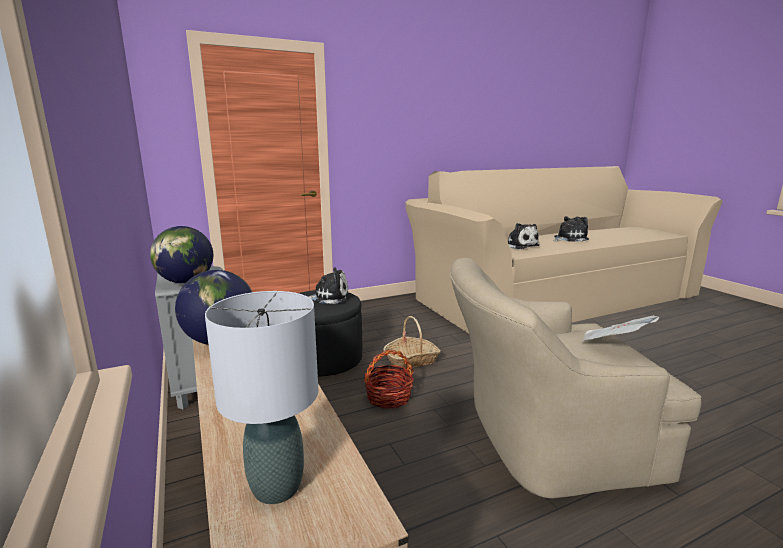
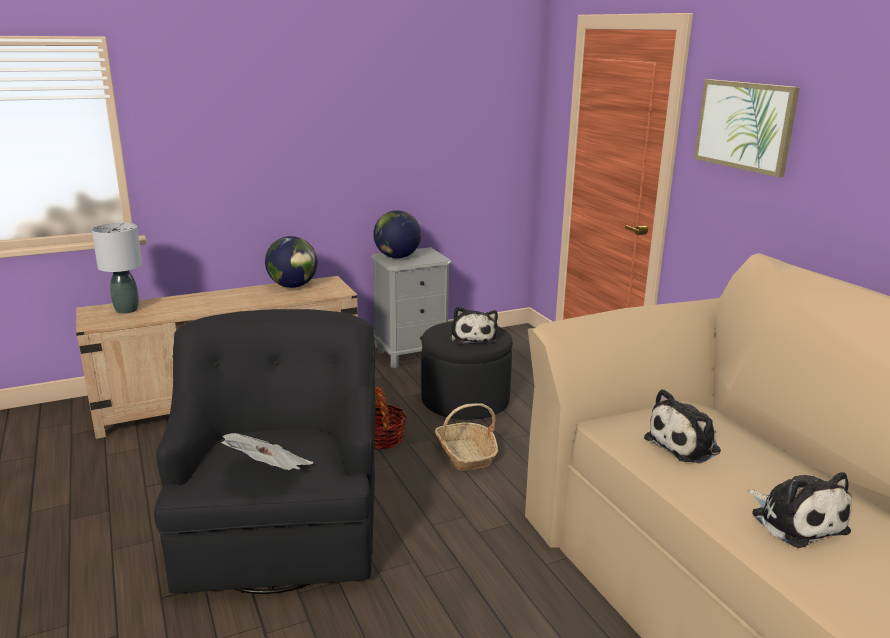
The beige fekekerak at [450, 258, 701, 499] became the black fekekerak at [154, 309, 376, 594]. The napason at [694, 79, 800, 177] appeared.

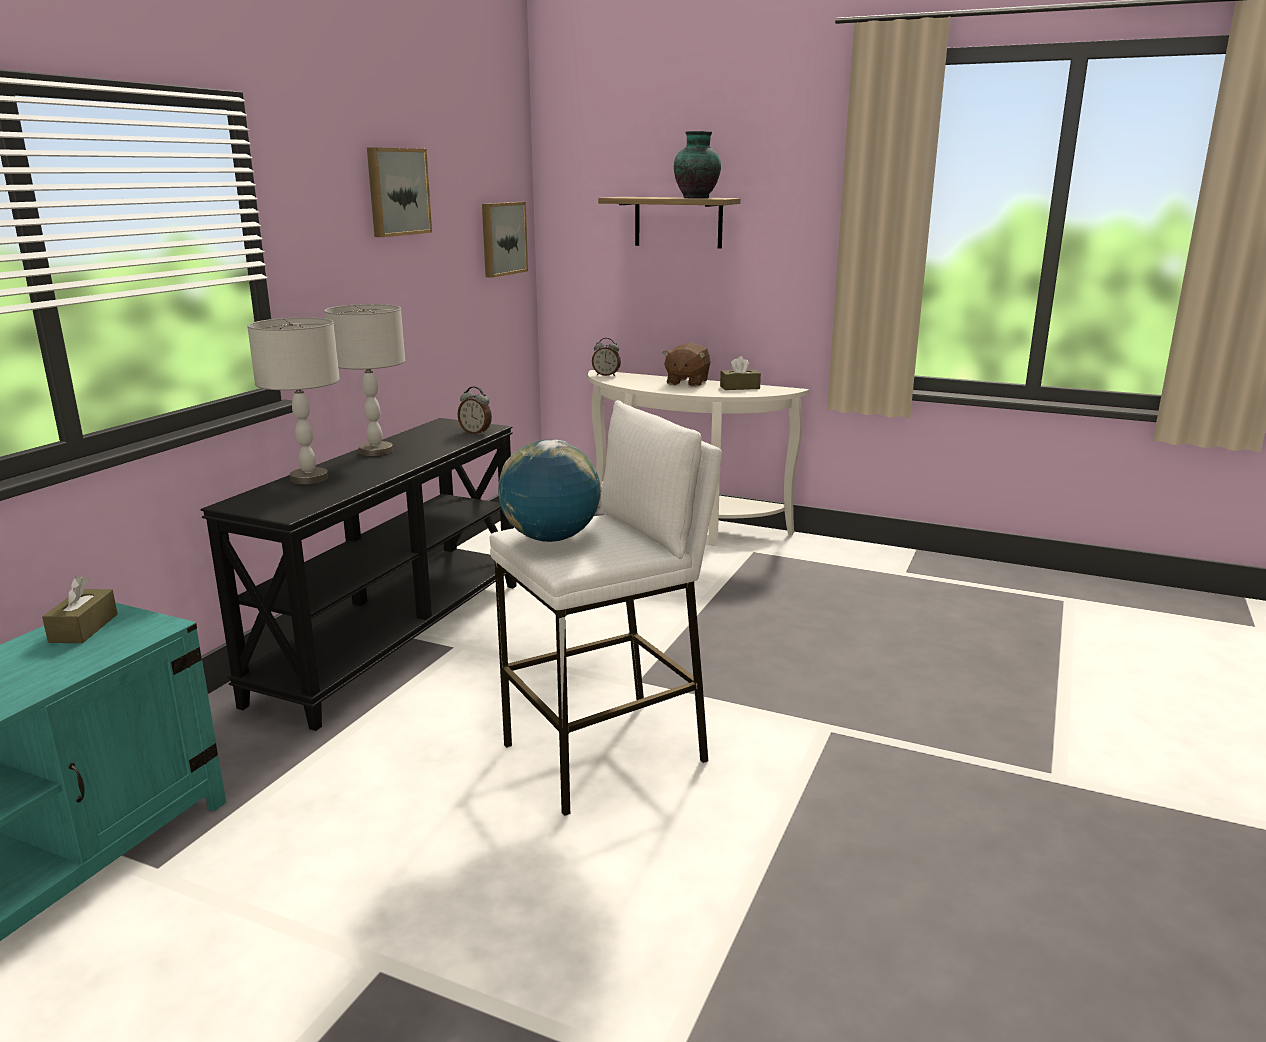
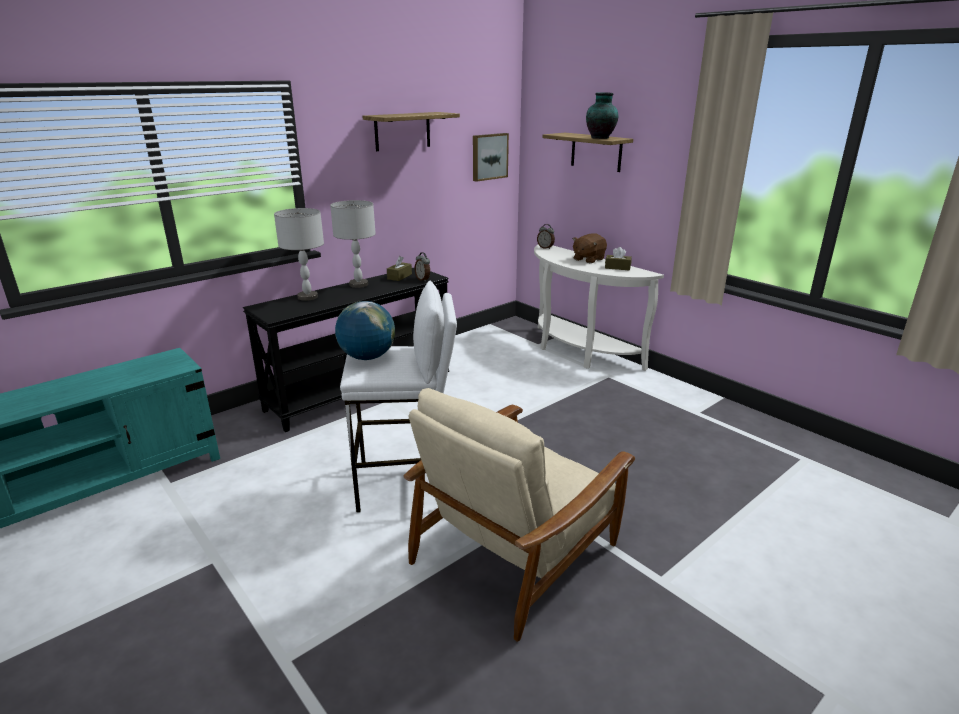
The napason at [367, 147, 432, 237] was replaced by the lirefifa at [363, 112, 460, 151]. The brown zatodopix moved from [42, 576, 118, 643] to [387, 256, 412, 281]. The beige fekekerak at [404, 388, 635, 642] appeared.

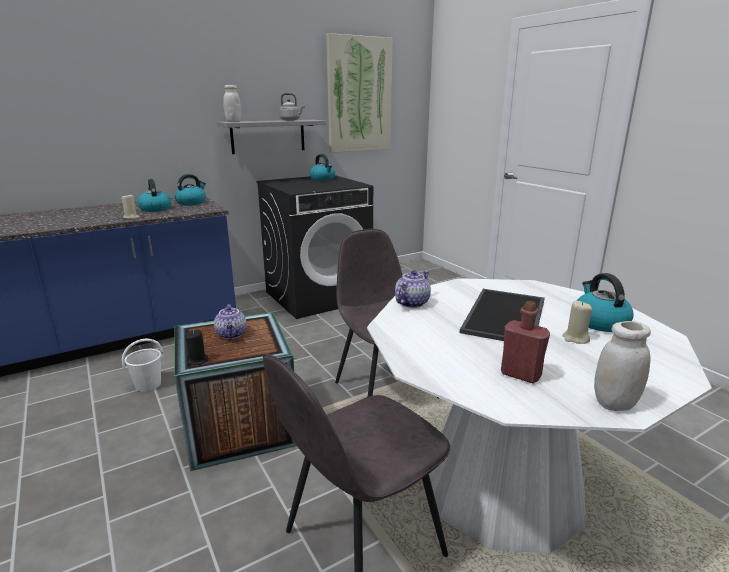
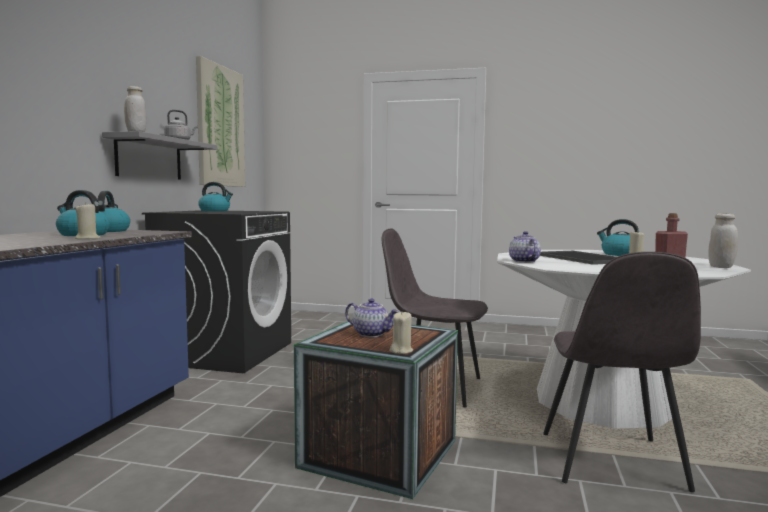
The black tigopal at [185, 330, 209, 365] became the beige tigopal at [389, 312, 413, 354]. The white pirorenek at [122, 339, 164, 392] disappeared.

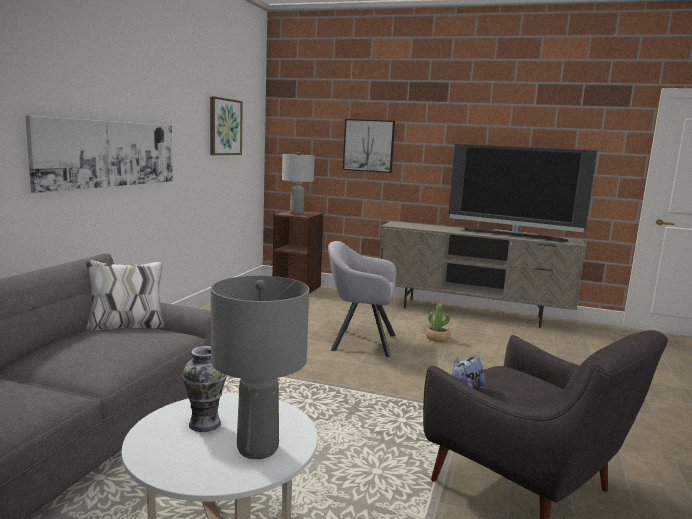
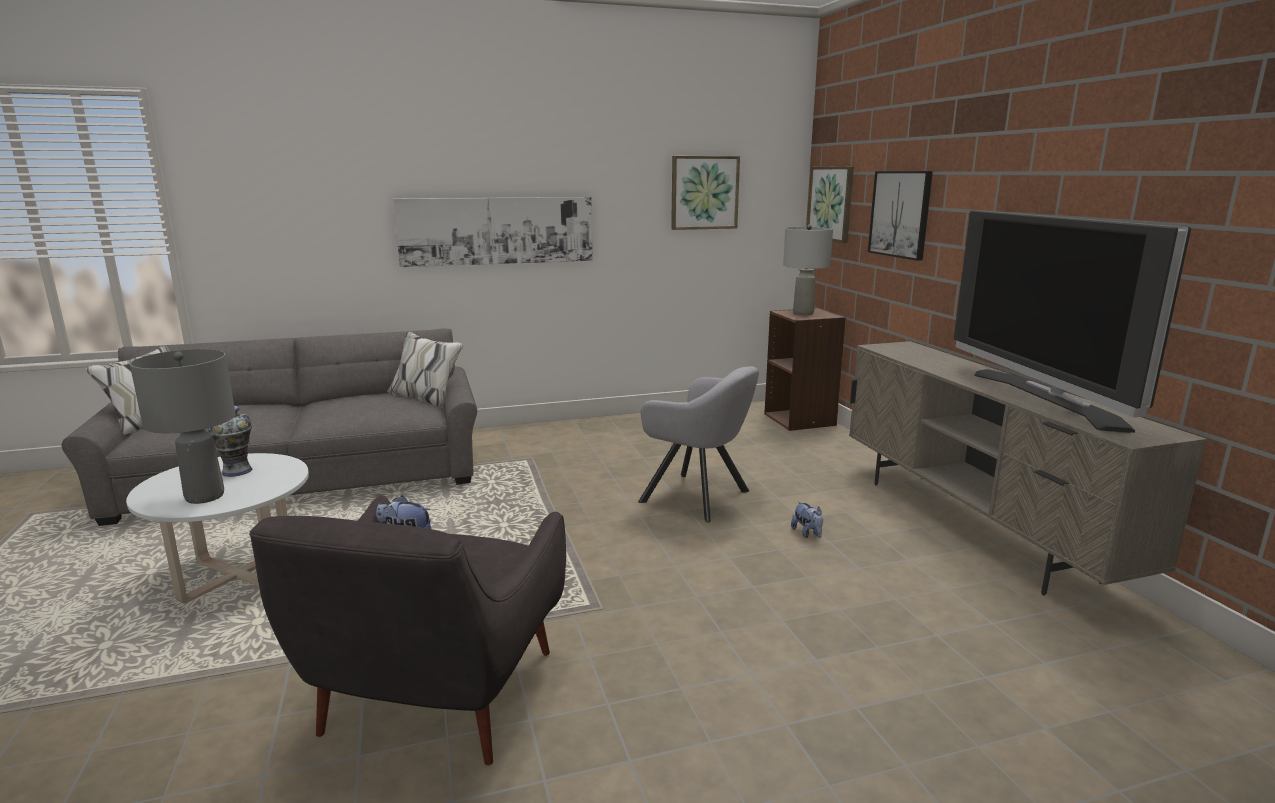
The grey fekekerak at [328, 241, 396, 357] turned 150 degrees clockwise. The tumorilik at [426, 303, 450, 342] was replaced by the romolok at [791, 502, 823, 538]. The napason at [807, 166, 854, 243] appeared.

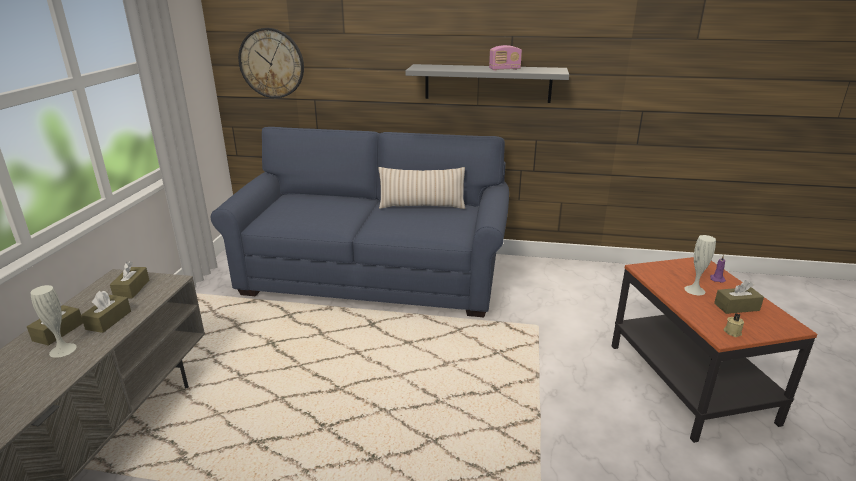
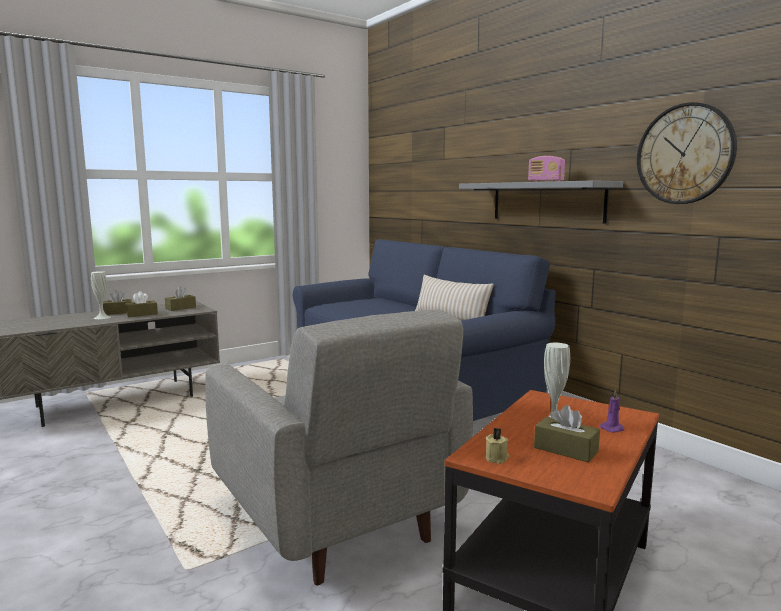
The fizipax moved from [238, 28, 304, 98] to [637, 102, 737, 204]. The grey fekekerak at [205, 309, 473, 585] appeared.

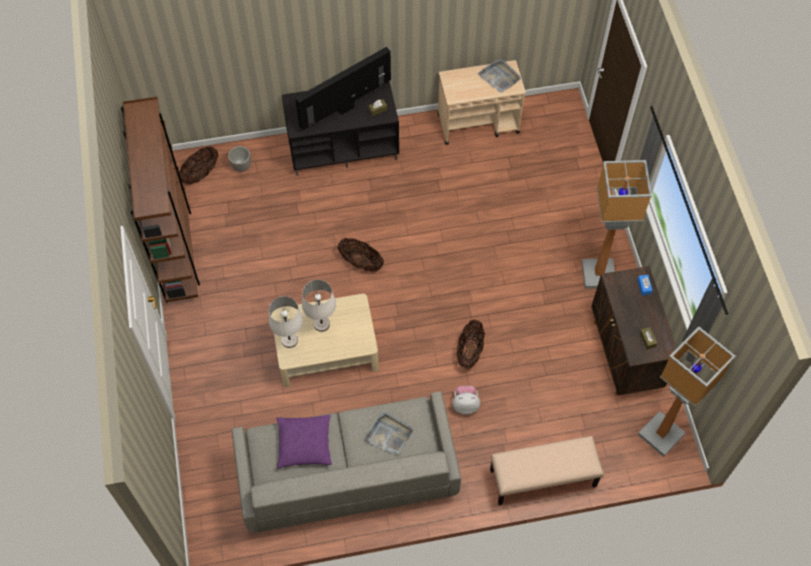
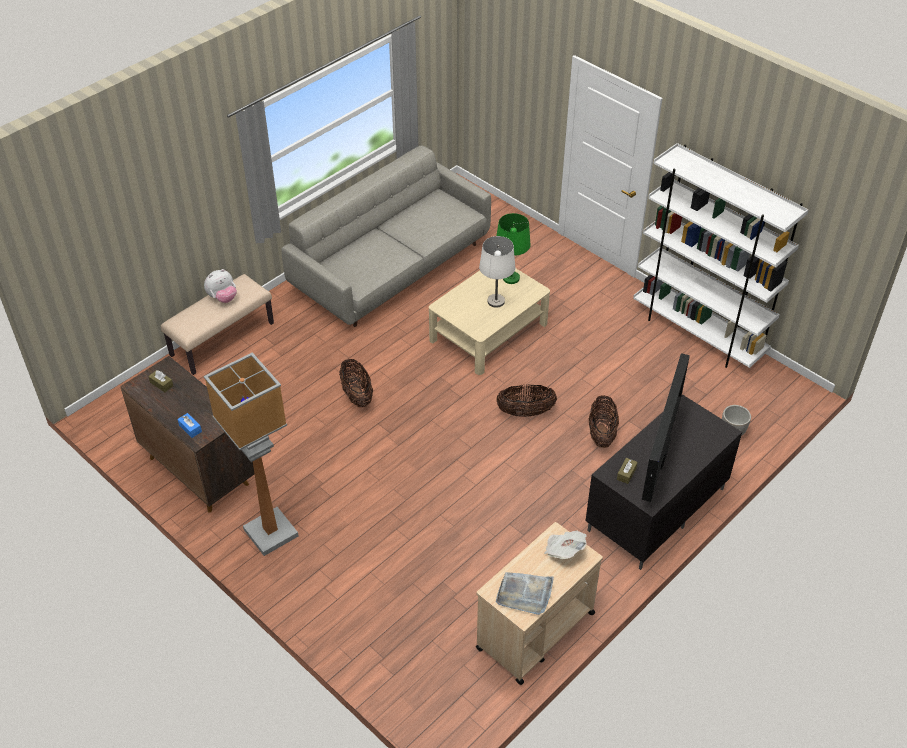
The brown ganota at [121, 96, 200, 303] became the white ganota at [633, 143, 809, 368]. The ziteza moved from [179, 146, 218, 185] to [589, 395, 619, 448]. The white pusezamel at [269, 296, 303, 348] became the green pusezamel at [496, 213, 531, 284]. The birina at [638, 327, 736, 457] disappeared. The romolok moved from [452, 386, 480, 415] to [204, 269, 237, 303]. The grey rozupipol at [364, 413, 413, 455] disappeared. The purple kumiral at [276, 415, 332, 469] disappeared. The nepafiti at [544, 530, 587, 559] appeared.

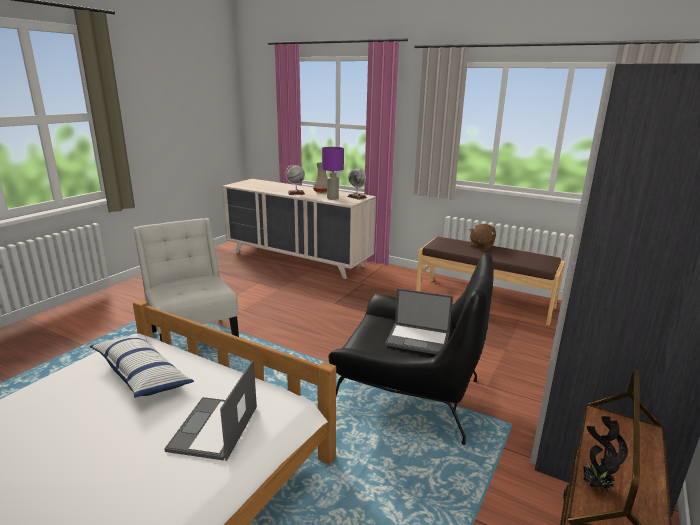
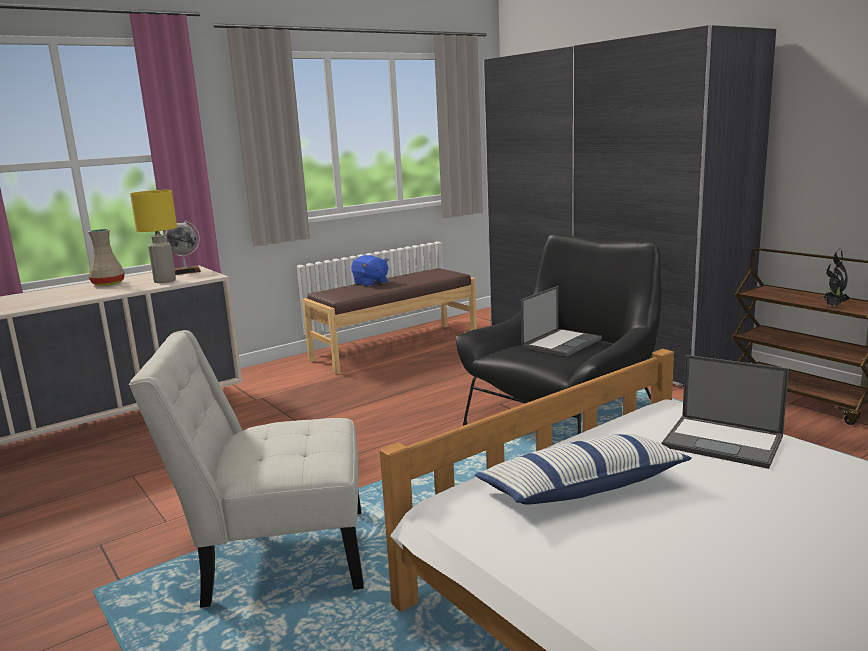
The purple pusezamel at [322, 147, 344, 200] became the yellow pusezamel at [130, 190, 177, 283]. The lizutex at [286, 165, 305, 195] disappeared. The brown romolok at [470, 224, 496, 250] became the blue romolok at [351, 255, 389, 287].

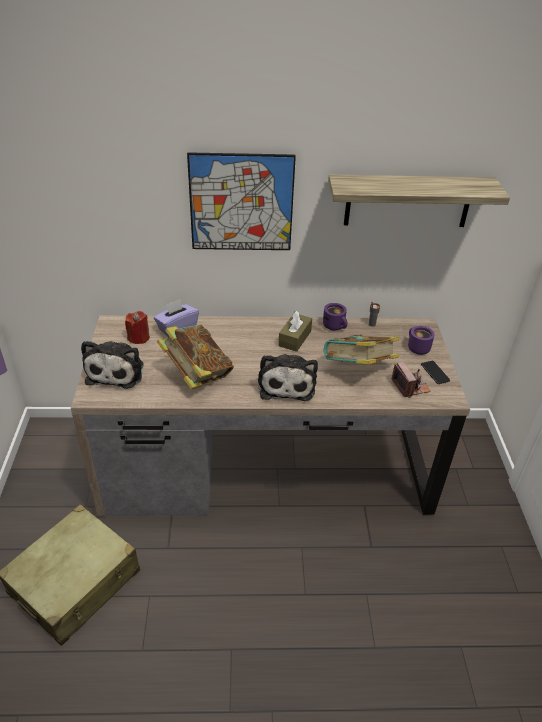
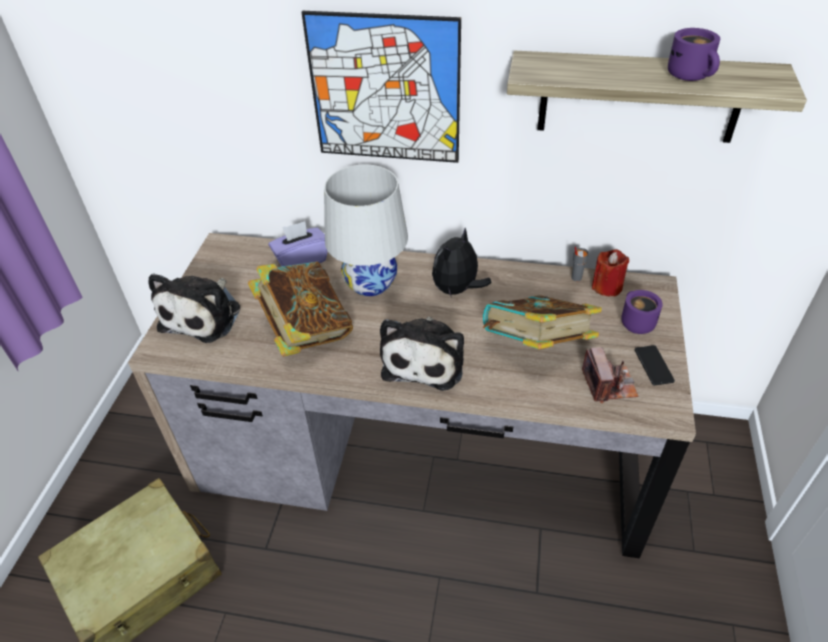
The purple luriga moved from [323, 303, 348, 331] to [668, 28, 720, 81]. The red tigopal moved from [125, 311, 150, 344] to [592, 249, 629, 297]. The brown zatodopix at [278, 311, 312, 352] was replaced by the romolok at [432, 228, 492, 298]. The white pusezamel at [324, 165, 408, 296] appeared.

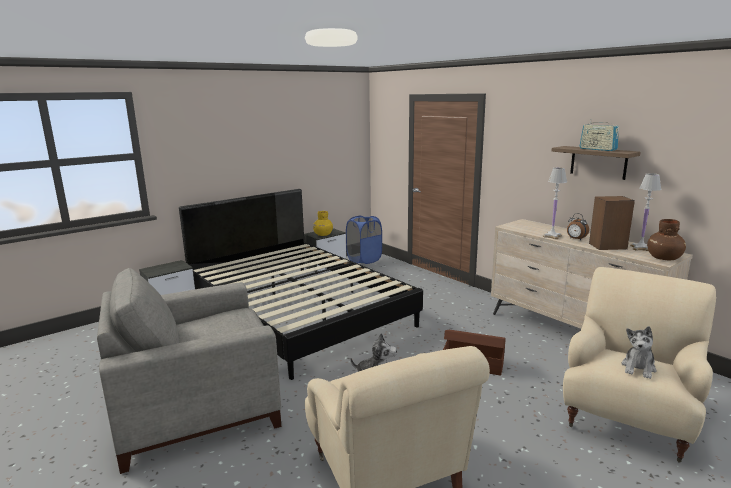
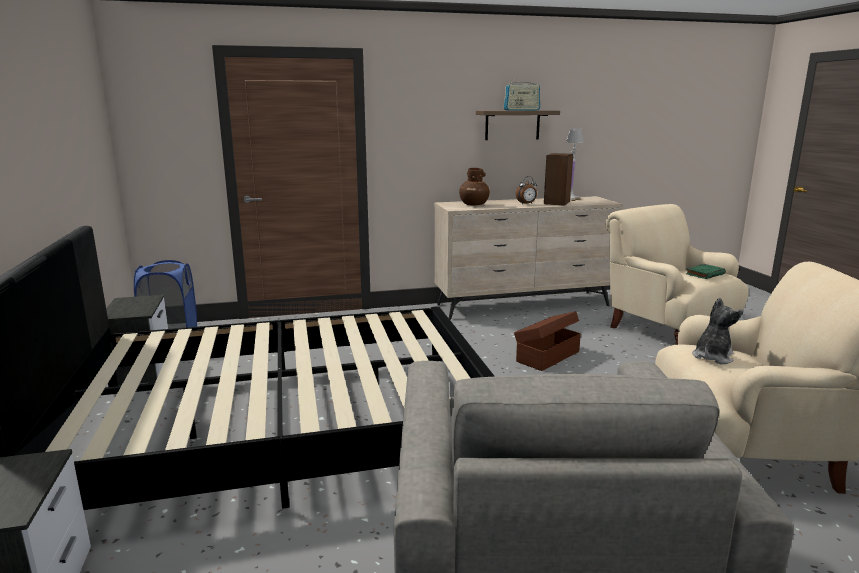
The white pusezamel at [542, 168, 567, 239] disappeared. The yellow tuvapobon at [313, 211, 333, 236] disappeared. The brown tuvapobon moved from [647, 219, 686, 260] to [459, 168, 490, 205]. The romolok at [621, 326, 656, 379] was replaced by the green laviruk at [686, 264, 726, 279].

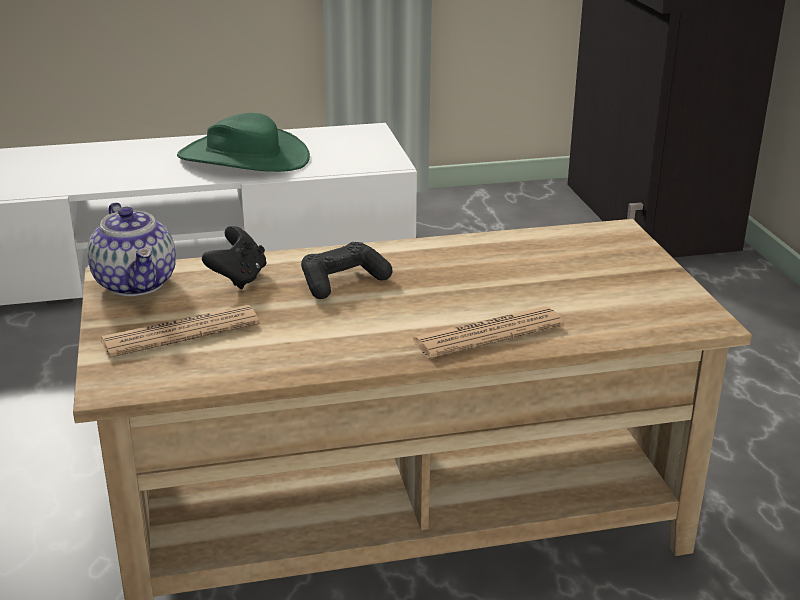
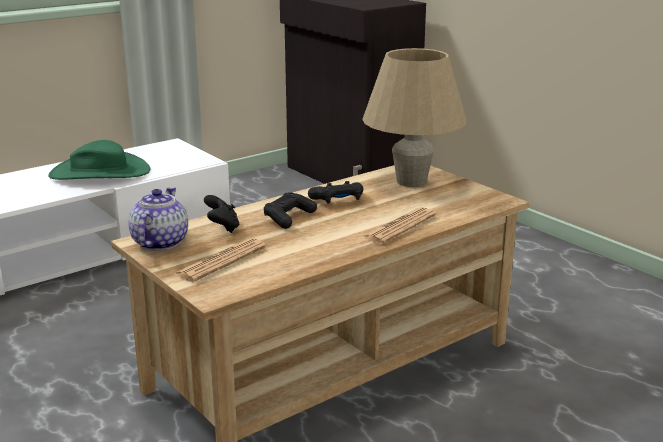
The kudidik at [87, 202, 176, 296] turned 120 degrees counterclockwise. The beige pusezamel at [362, 48, 466, 187] appeared. The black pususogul at [308, 181, 363, 204] appeared.

